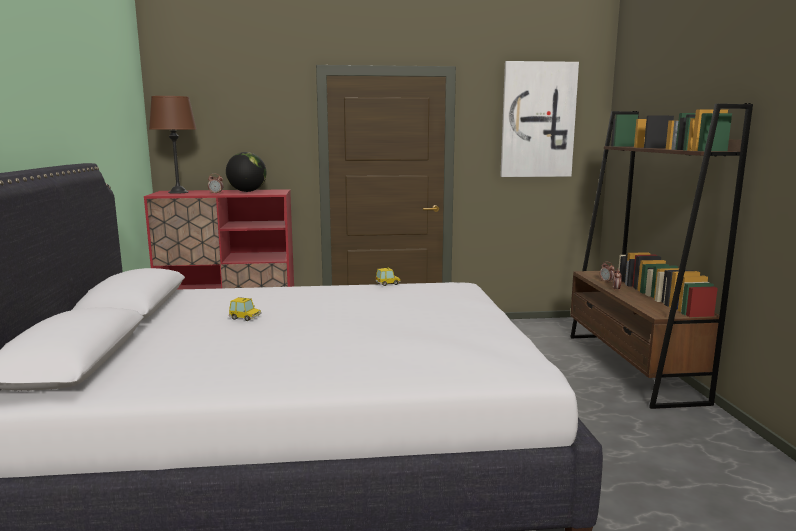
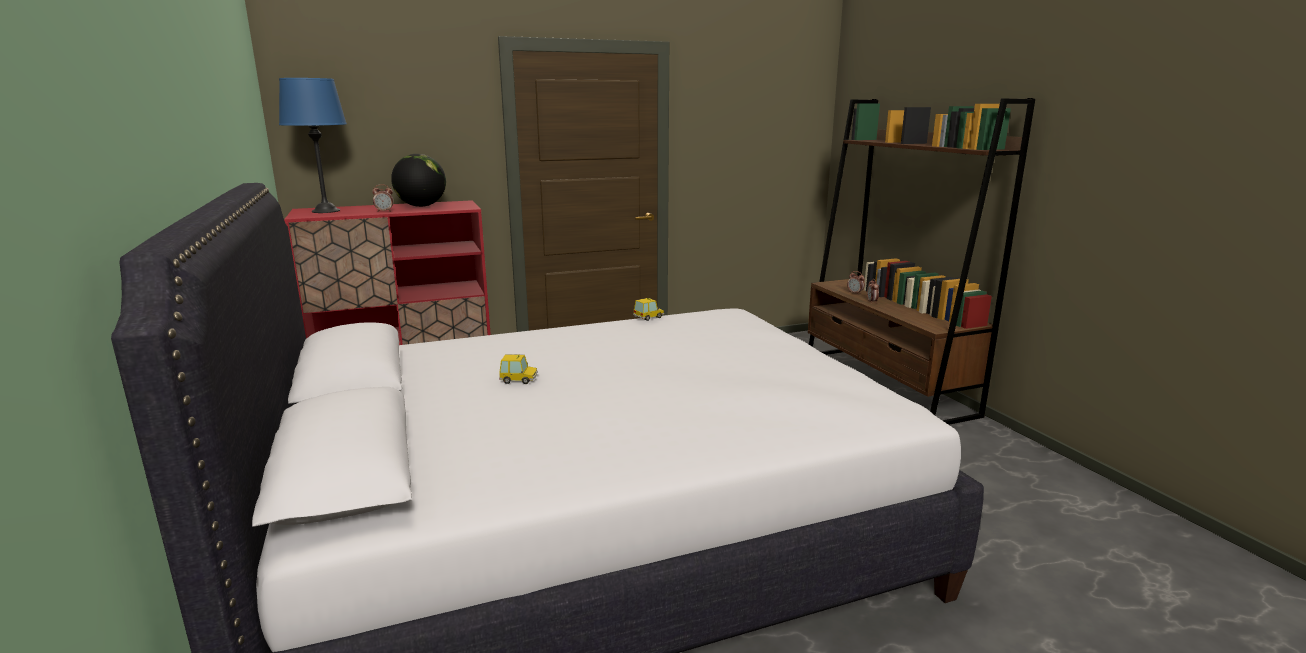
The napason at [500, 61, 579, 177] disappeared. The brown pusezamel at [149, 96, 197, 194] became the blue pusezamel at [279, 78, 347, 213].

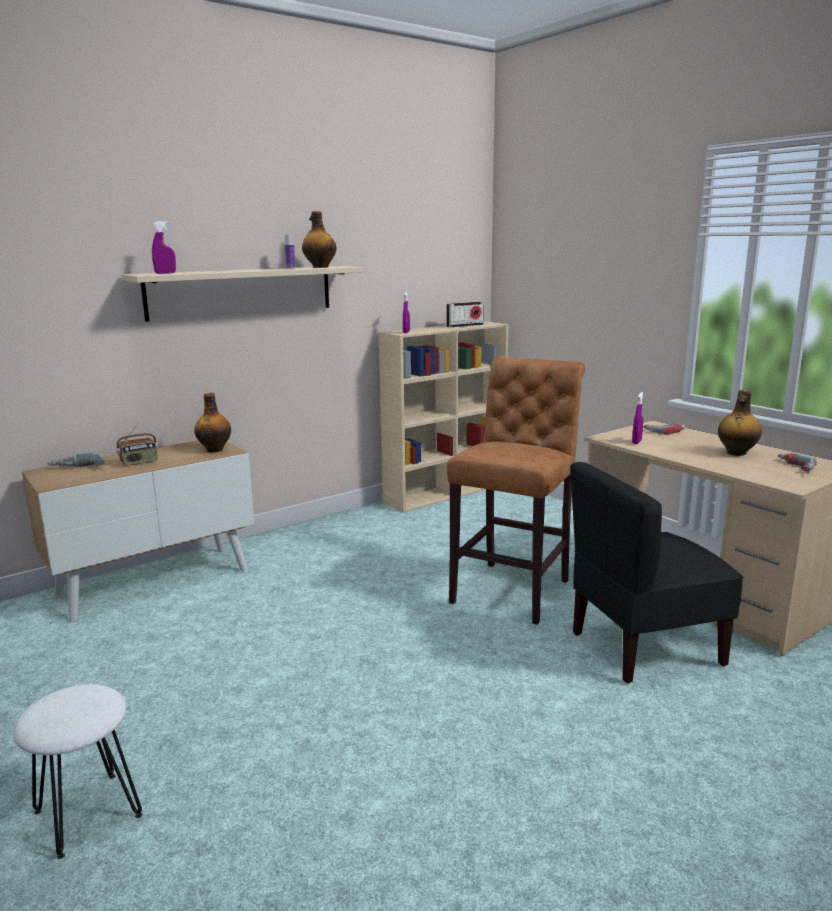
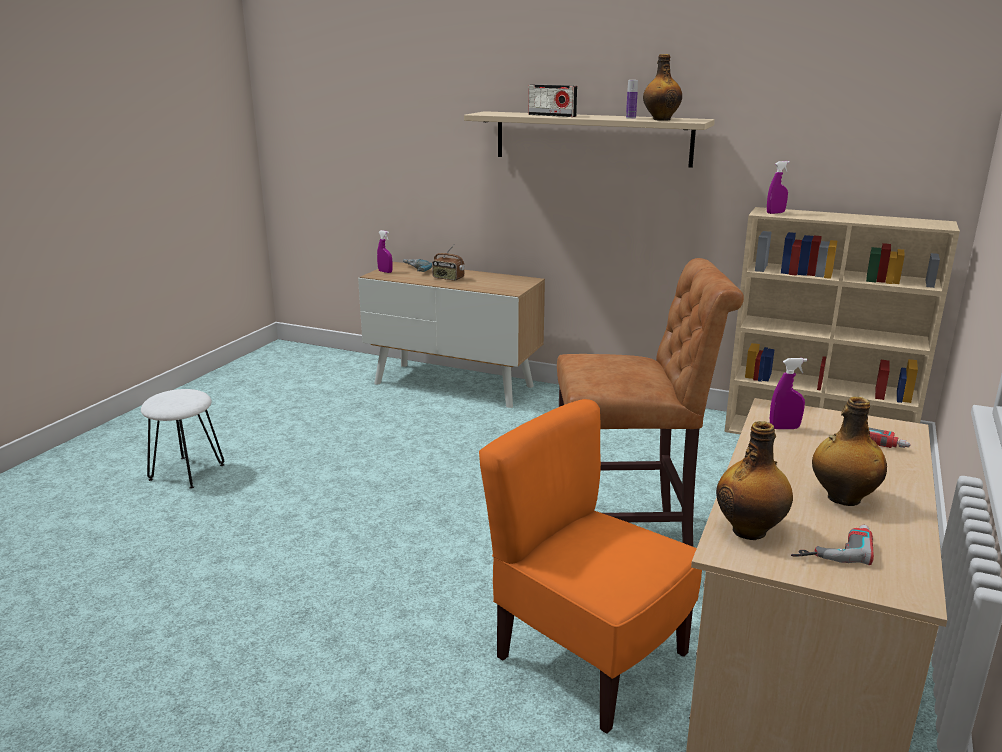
The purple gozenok moved from [152, 221, 176, 274] to [377, 230, 392, 273]. The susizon moved from [446, 302, 484, 327] to [528, 84, 578, 117]. The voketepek moved from [194, 393, 231, 452] to [716, 421, 793, 540]. The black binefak at [570, 462, 743, 683] became the orange binefak at [479, 399, 702, 734].

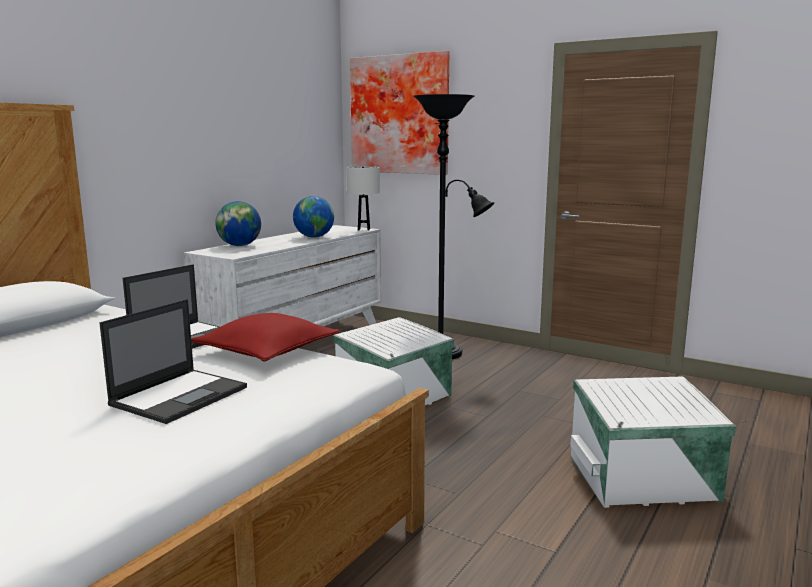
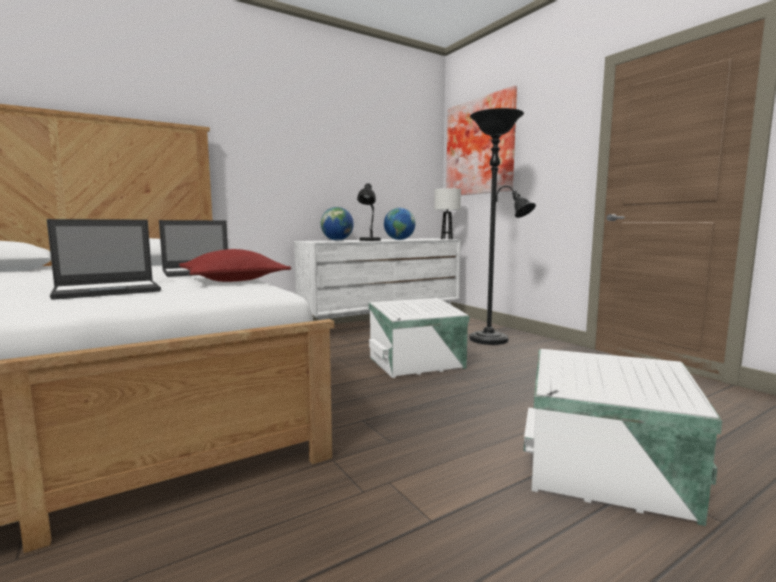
The black pusezamel at [357, 183, 381, 241] appeared.

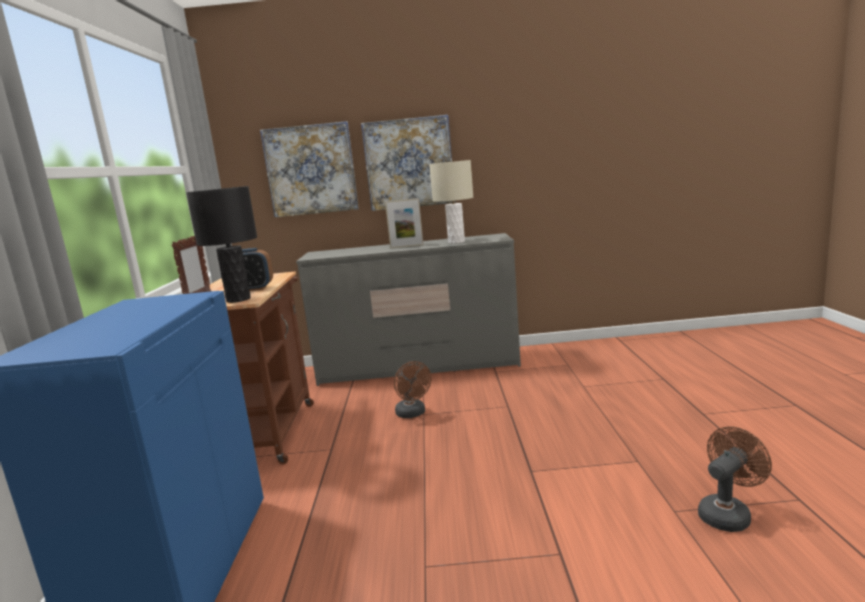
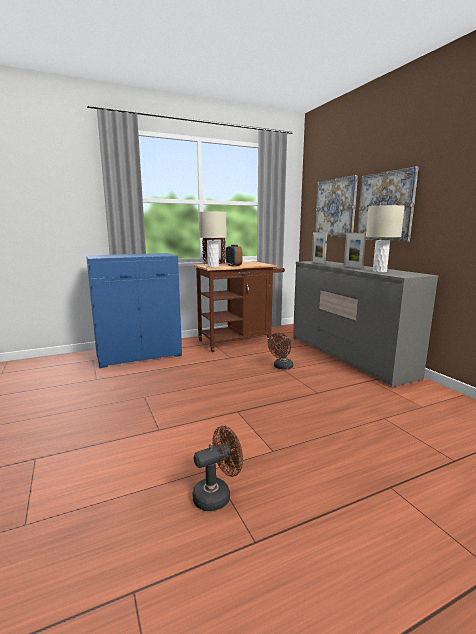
The black pusezamel at [186, 186, 257, 303] became the beige pusezamel at [198, 212, 227, 267]. The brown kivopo at [698, 426, 772, 532] turned 60 degrees counterclockwise. The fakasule at [312, 232, 327, 264] appeared.

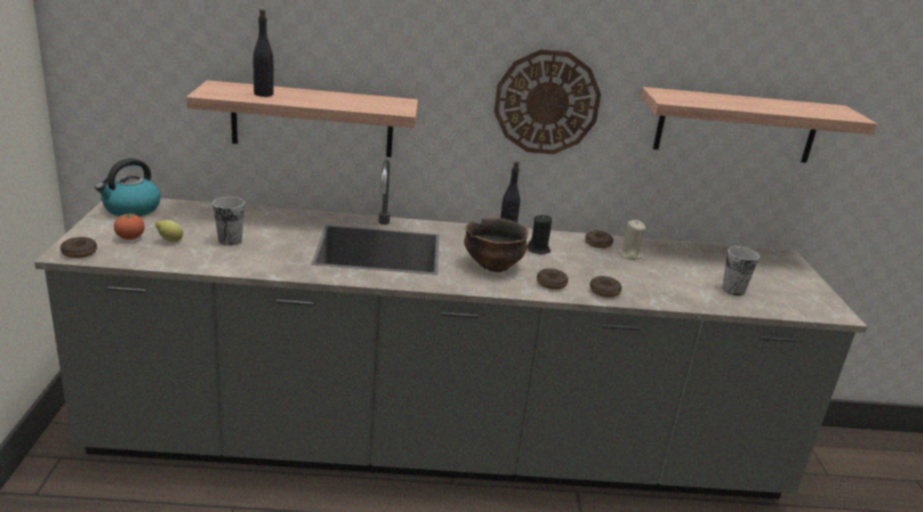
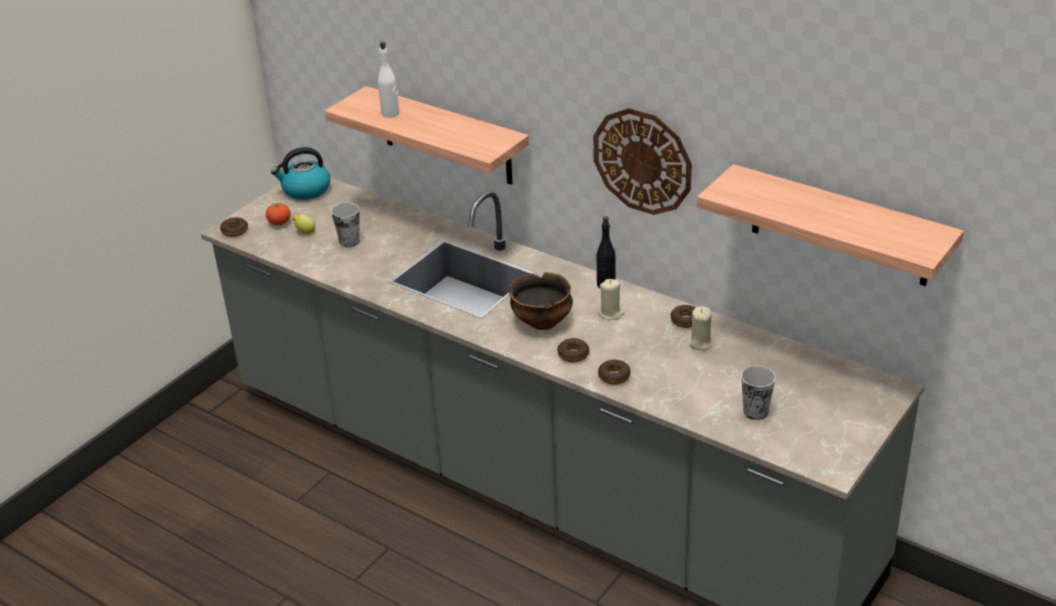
The black voketepek at [253, 9, 274, 97] became the white voketepek at [378, 41, 399, 118]. The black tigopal at [528, 215, 552, 254] became the beige tigopal at [598, 279, 624, 320].

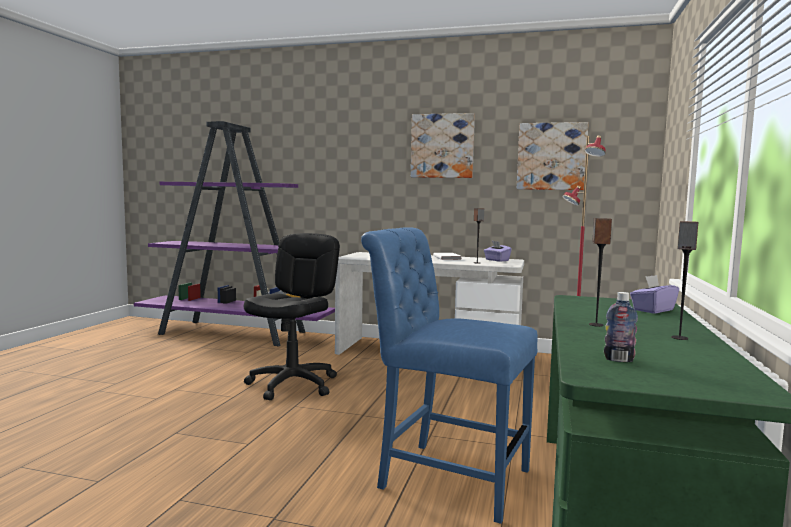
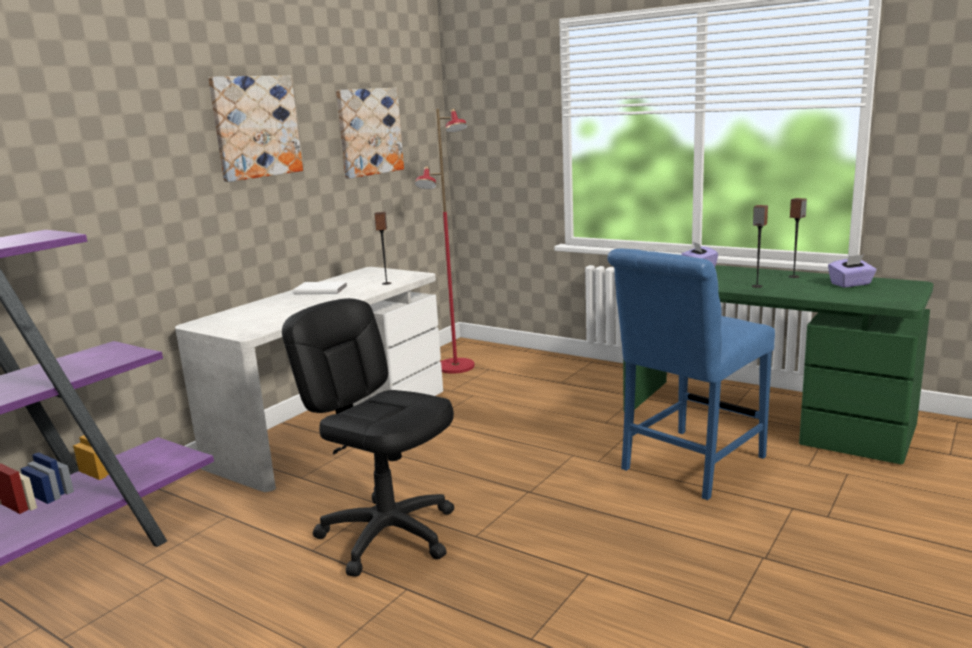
The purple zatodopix moved from [484, 241, 512, 262] to [828, 255, 877, 287]. The voketepek at [604, 292, 638, 362] disappeared.

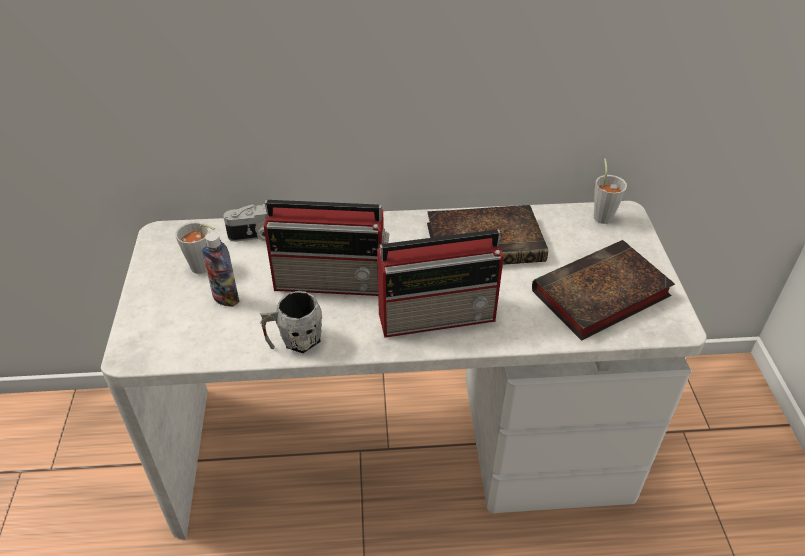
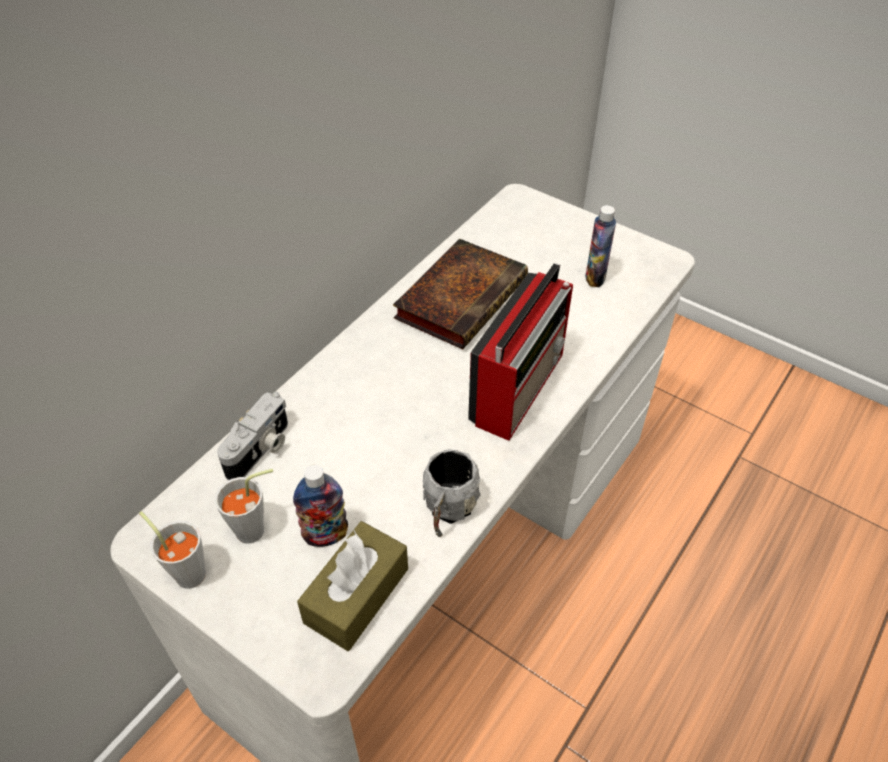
The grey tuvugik moved from [594, 158, 627, 224] to [139, 511, 206, 589]. The susizon at [264, 200, 389, 296] disappeared. The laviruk at [532, 240, 675, 341] was replaced by the voketepek at [585, 205, 616, 287]. The brown zatodopix at [297, 521, 408, 651] appeared.

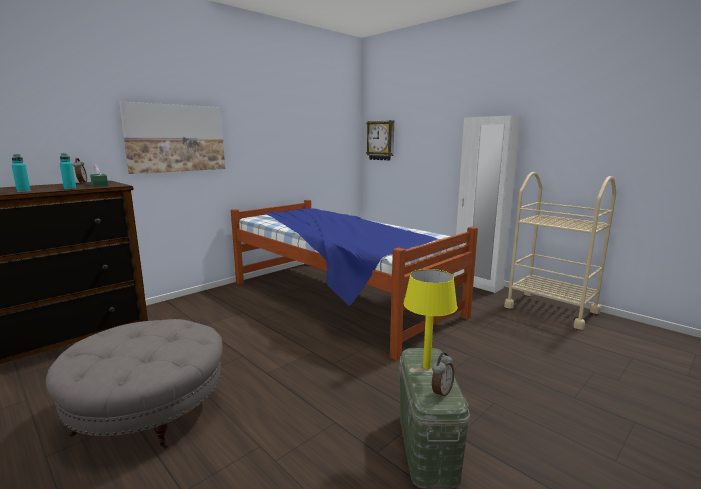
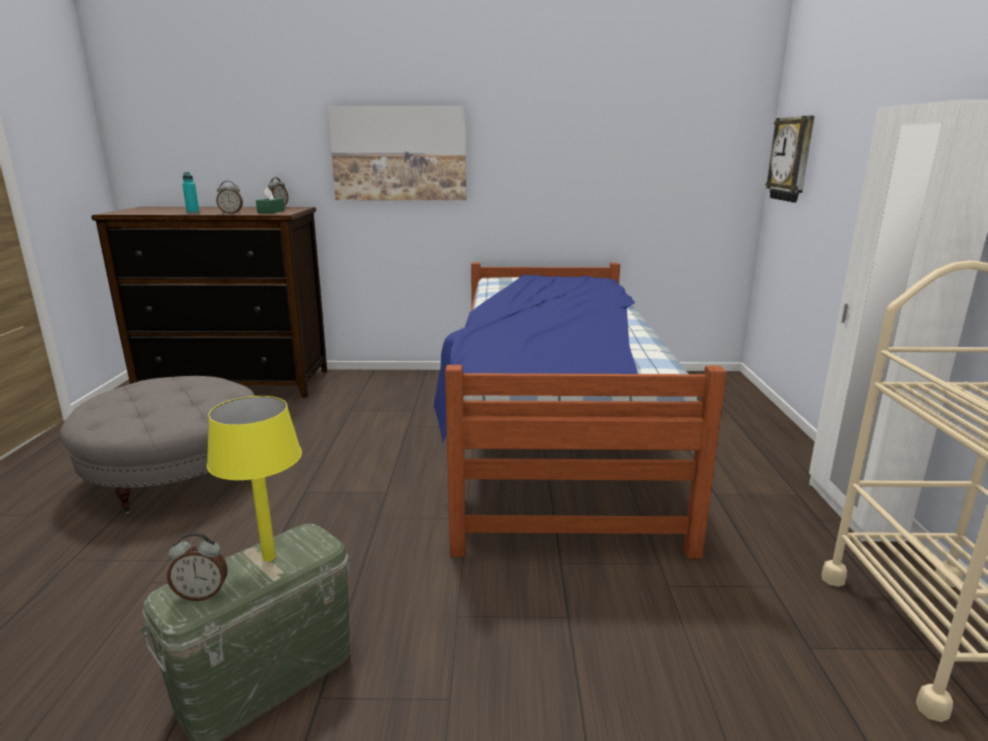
The turquoise voketepek at [60, 153, 76, 190] was replaced by the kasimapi at [216, 181, 243, 214].

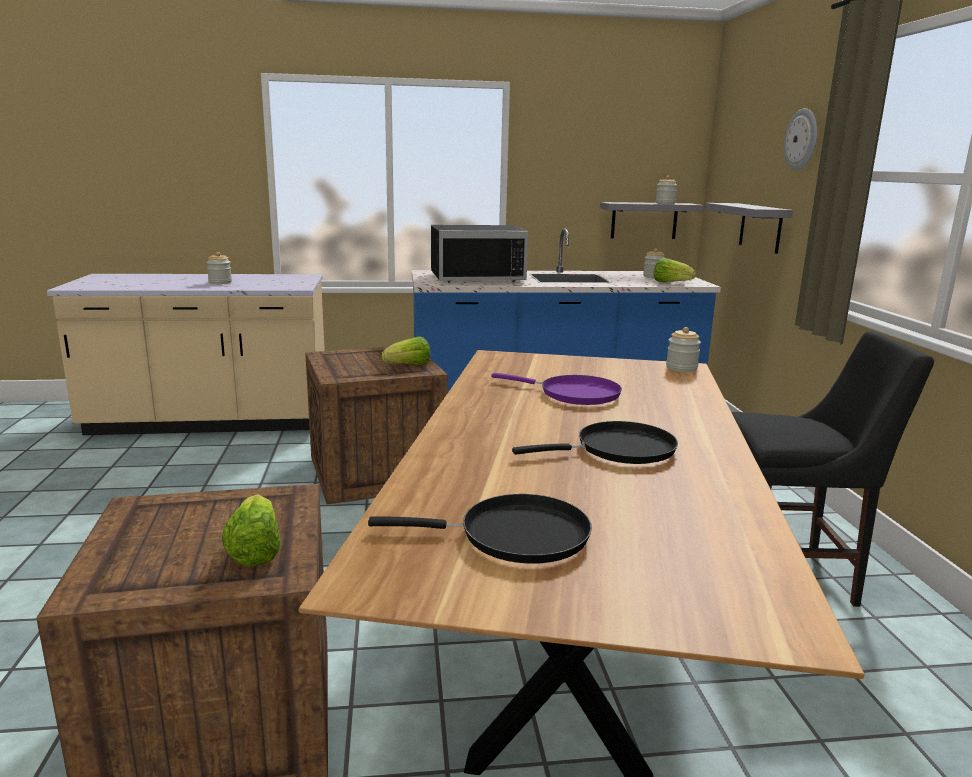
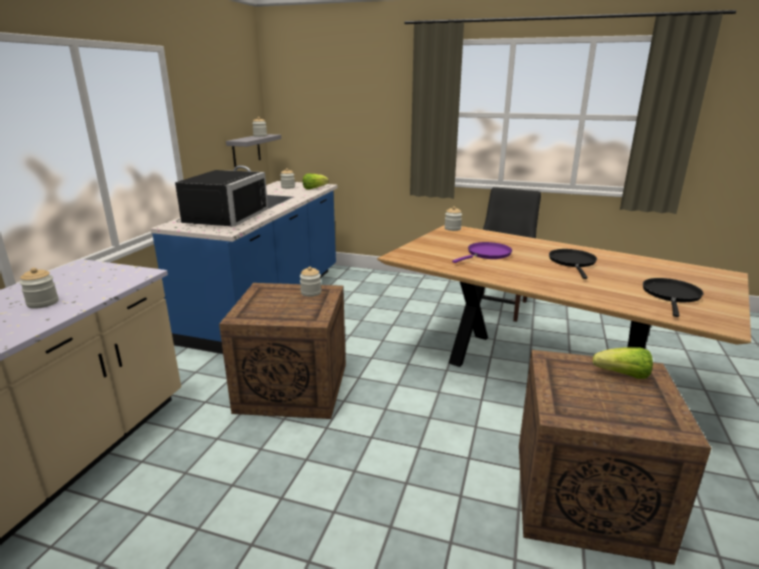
The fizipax at [784, 108, 817, 170] disappeared. The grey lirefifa at [705, 203, 793, 254] disappeared. The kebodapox at [382, 337, 430, 365] was replaced by the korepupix at [300, 267, 321, 297].

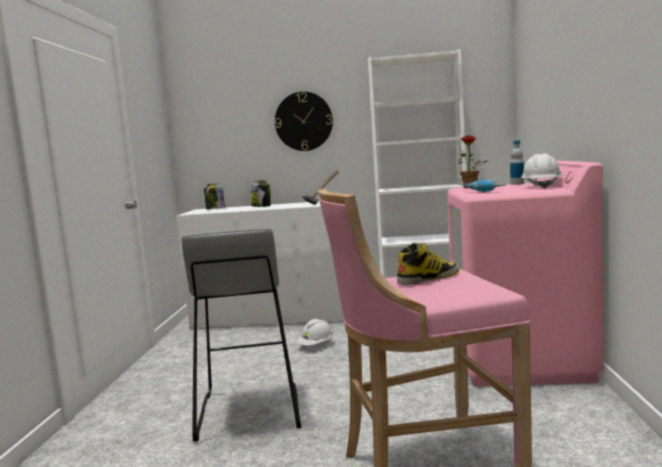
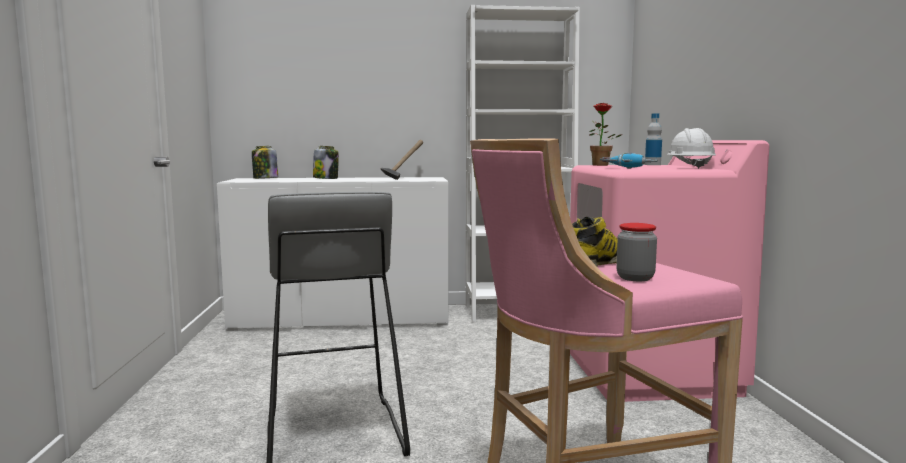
The fizipax at [275, 92, 333, 151] disappeared. The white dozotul at [297, 319, 333, 346] disappeared. The korepupix at [616, 223, 657, 281] appeared.

